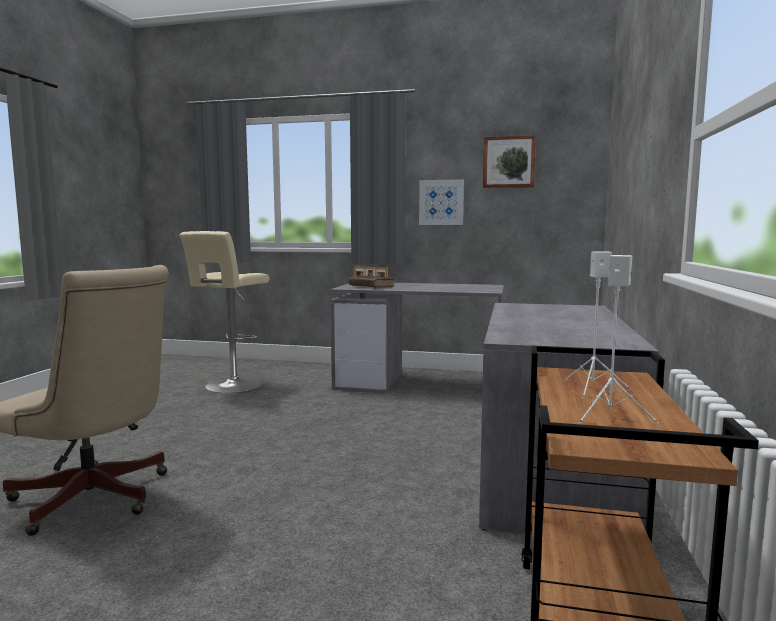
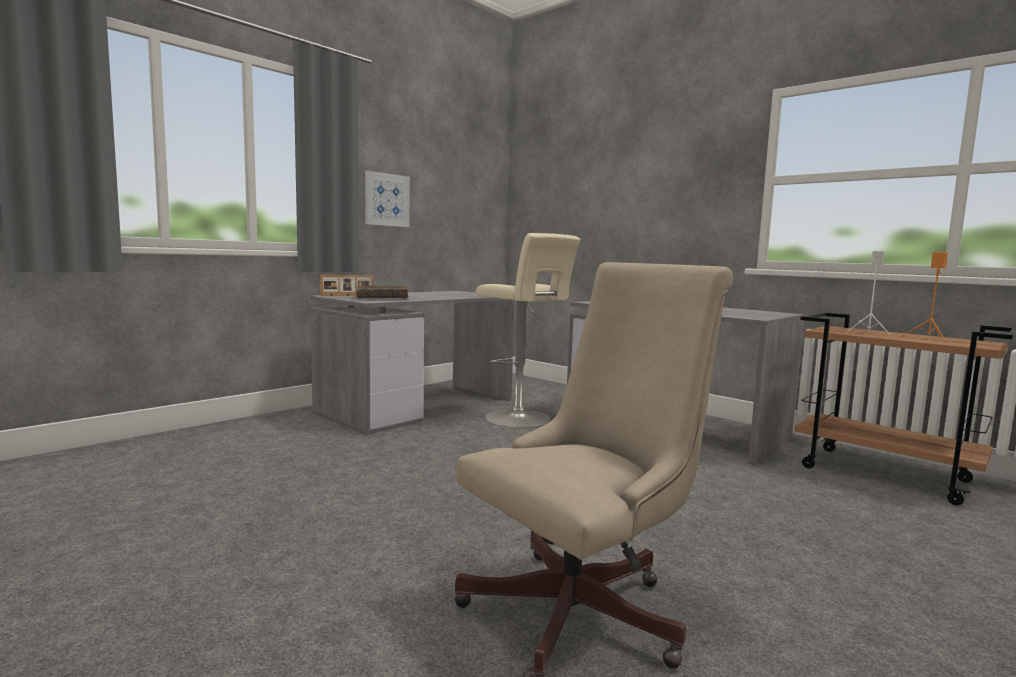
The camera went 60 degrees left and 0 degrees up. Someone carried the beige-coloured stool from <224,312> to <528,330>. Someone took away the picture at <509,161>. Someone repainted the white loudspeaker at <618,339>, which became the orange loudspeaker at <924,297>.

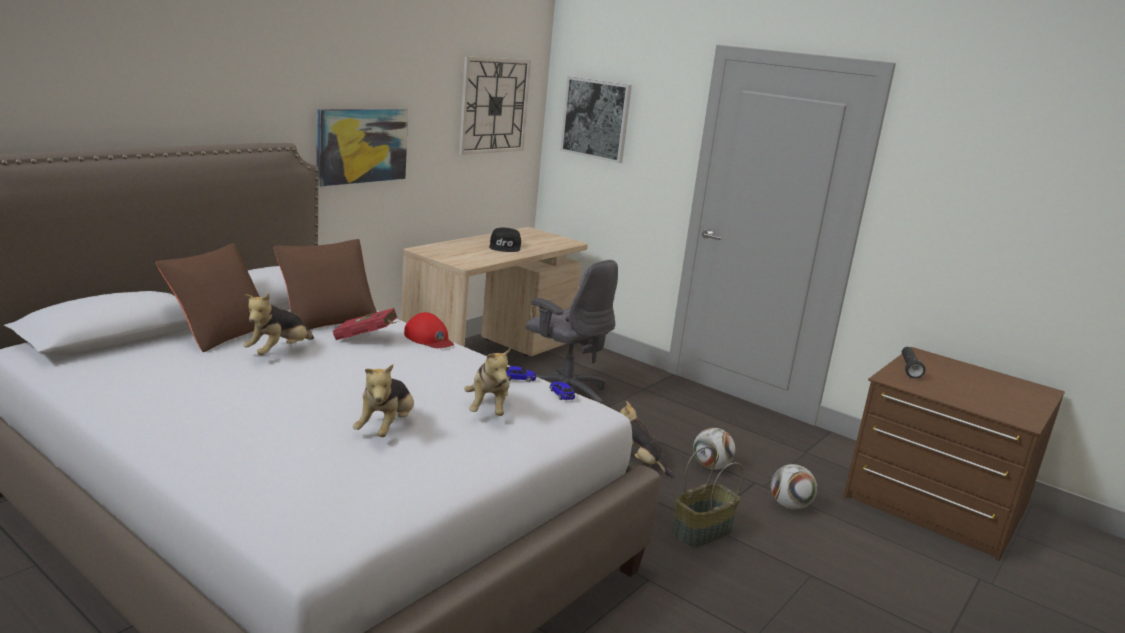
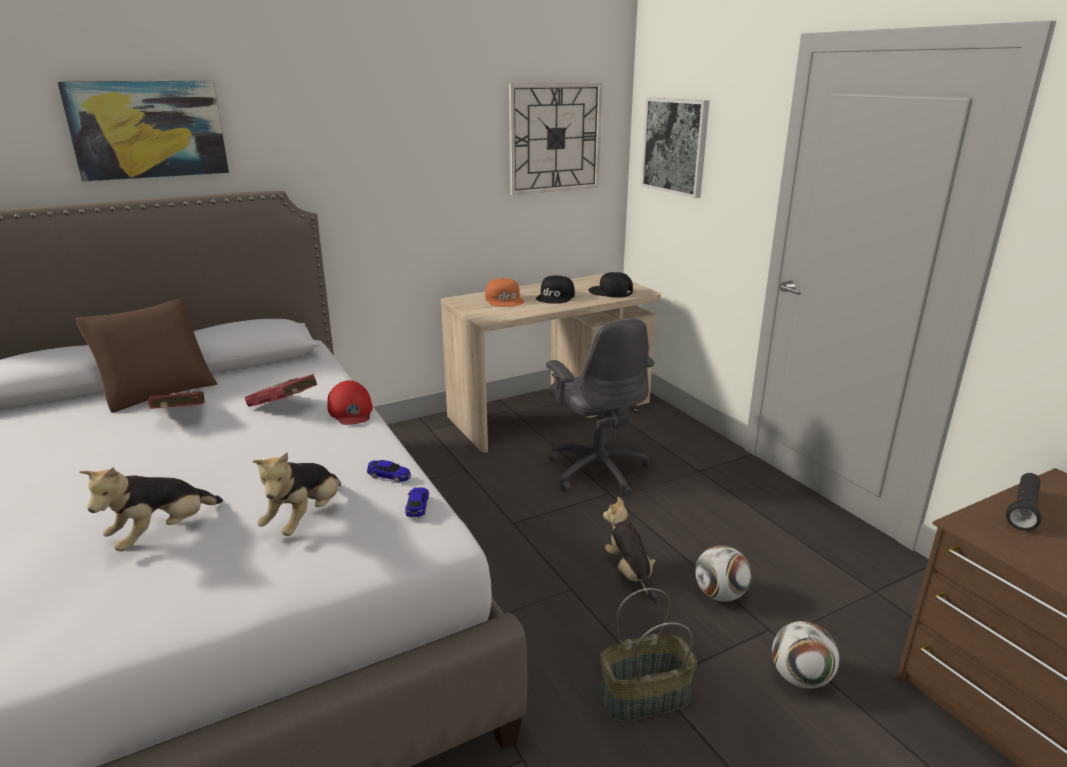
The camera went 25 degrees right and 5 degrees up. Someone swapped the plush toy at <278,324> for the reddish volume at <176,400>. Someone took away the brown throw pillow at <325,284>. Someone carried the picture from <362,148> to <143,131>. Someone put down the orange peaked cap at <504,292>. Someone put down the blackish peaked cap at <610,285>.

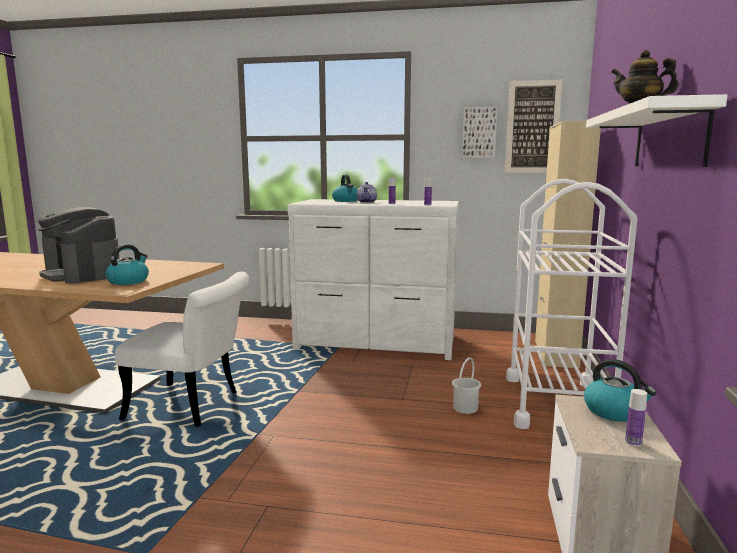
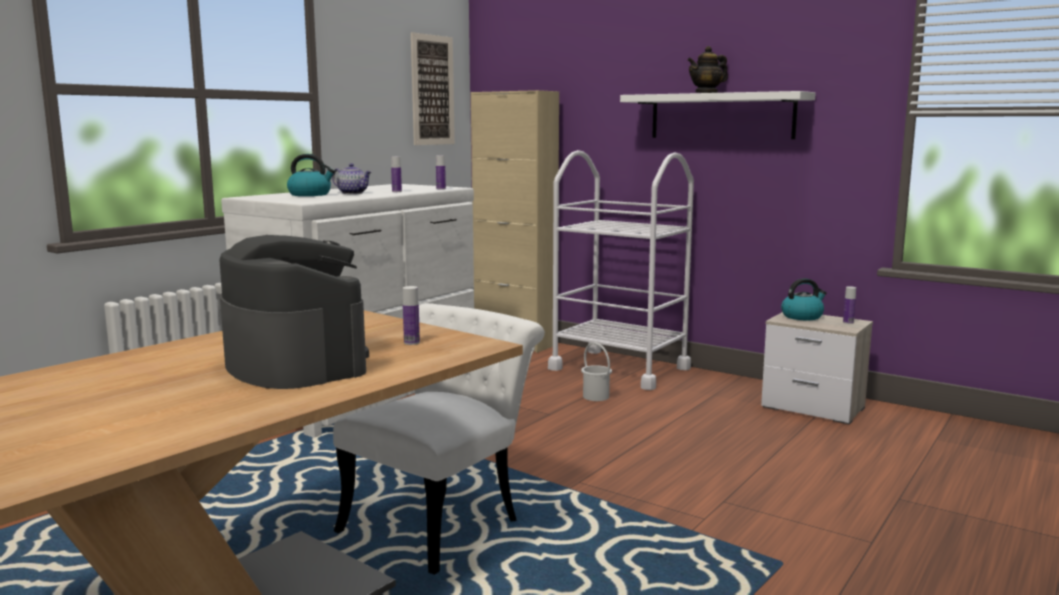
The camera went 65 degrees left and 0 degrees up. Someone rotated the coffee brewer at <79,245> by 105 degrees counterclockwise. Someone swapped the tea kettle at <127,264> for the beverage bottle at <411,315>. Someone took away the picture at <479,132>.

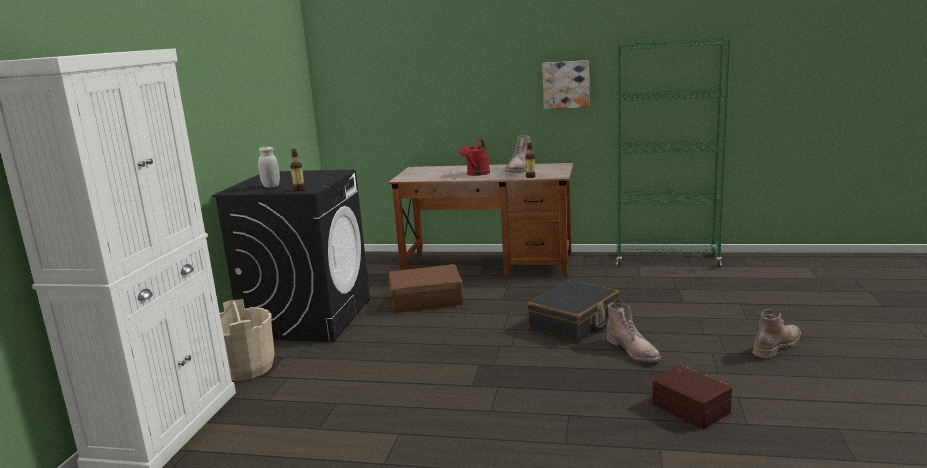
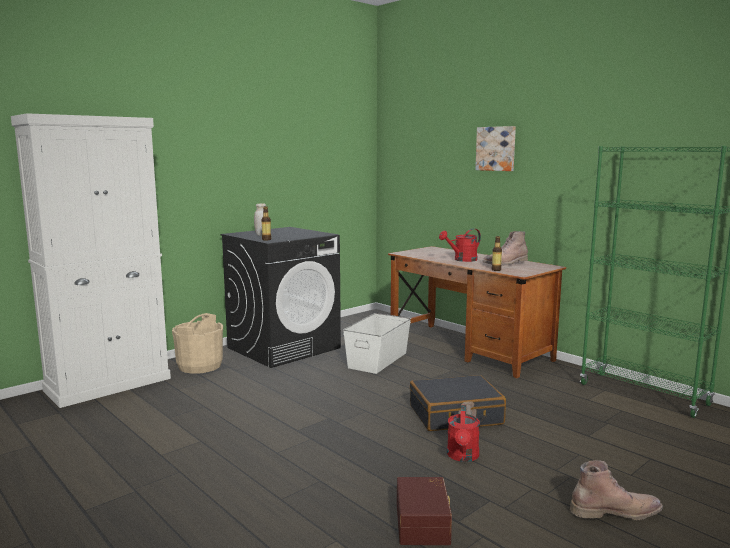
The camera went 35 degrees right and 5 degrees down. Someone swapped the brown piece of luggage at <426,288> for the white storage container at <377,343>. Someone carried the picture from <565,84> to <495,148>. Someone swapped the brown tall boot at <634,332> for the reddish watering can at <463,433>.

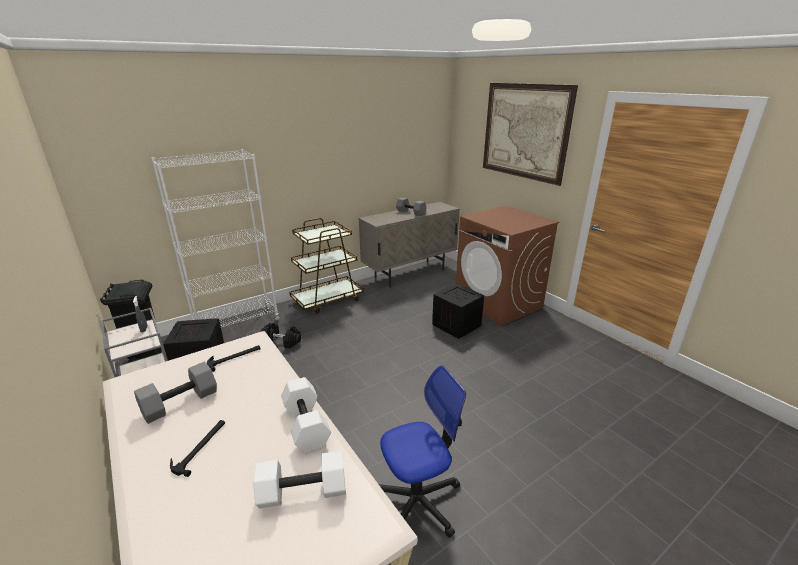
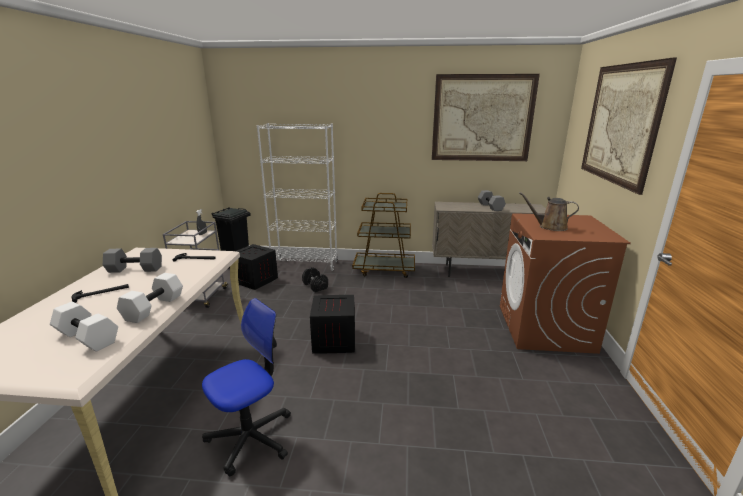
The camera went 40 degrees right and 5 degrees down. Someone rotated the computer chair at <422,452> by 60 degrees counterclockwise. Someone carried the packing crate from <458,311> to <332,324>. Someone put up the picture at <486,117>. Someone put down the brown watering can at <549,211>.

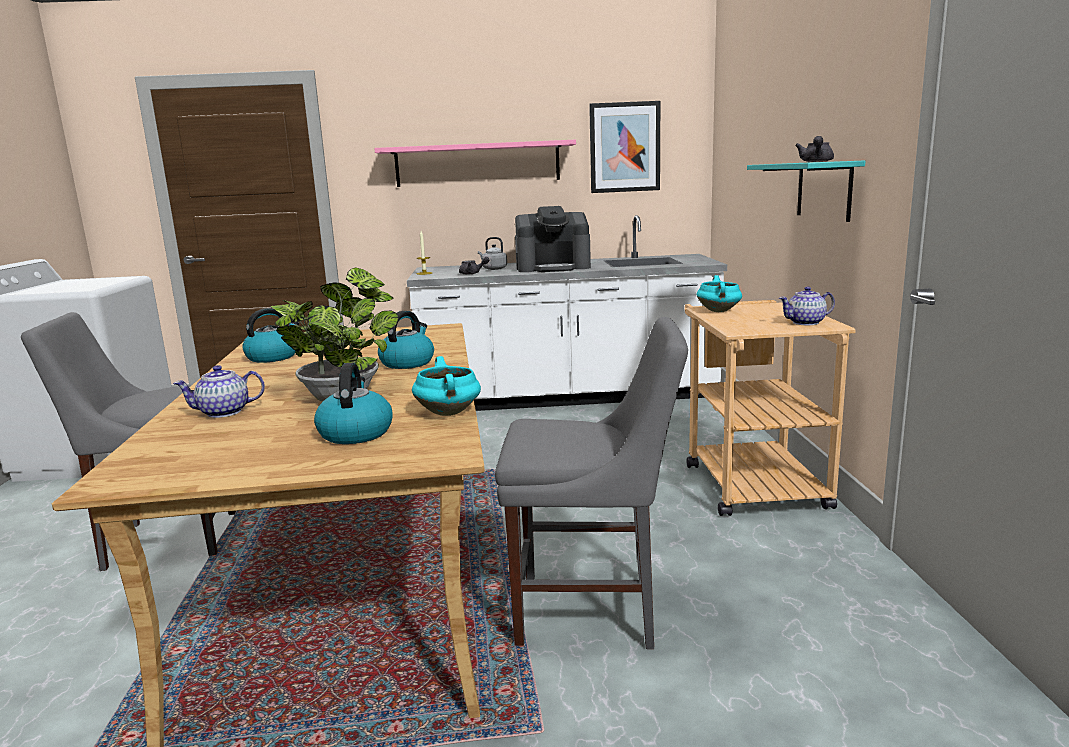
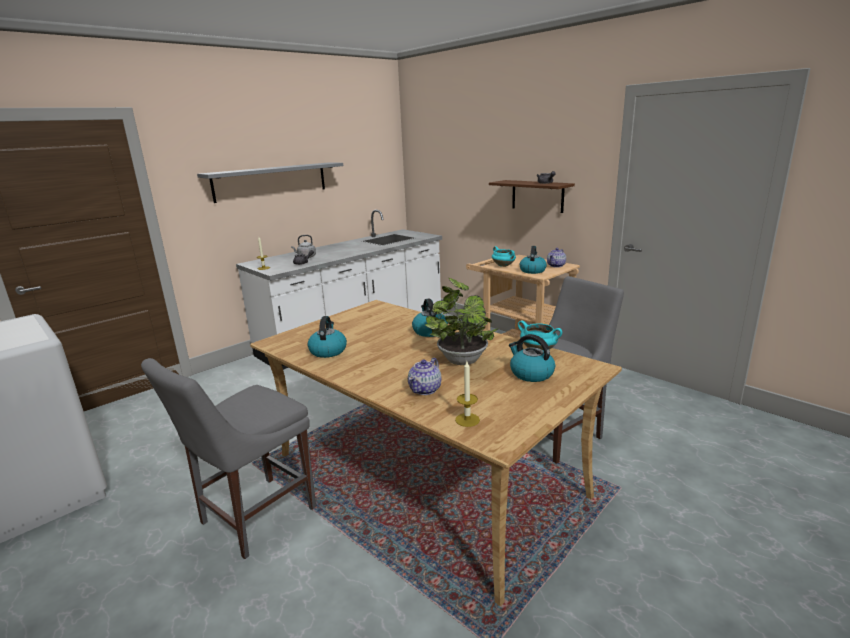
The camera went 40 degrees left and 5 degrees up. Someone repainted the pink shelf at <475,163>, which became the greyish shelf at <270,182>. Someone took away the coffee brewer at <553,239>. Someone took away the picture at <624,147>. Someone repainted the blue-green shelf at <806,191>, which became the brown shelf at <532,196>. Someone put down the wax candle at <467,394>. Someone put down the tea kettle at <533,260>.

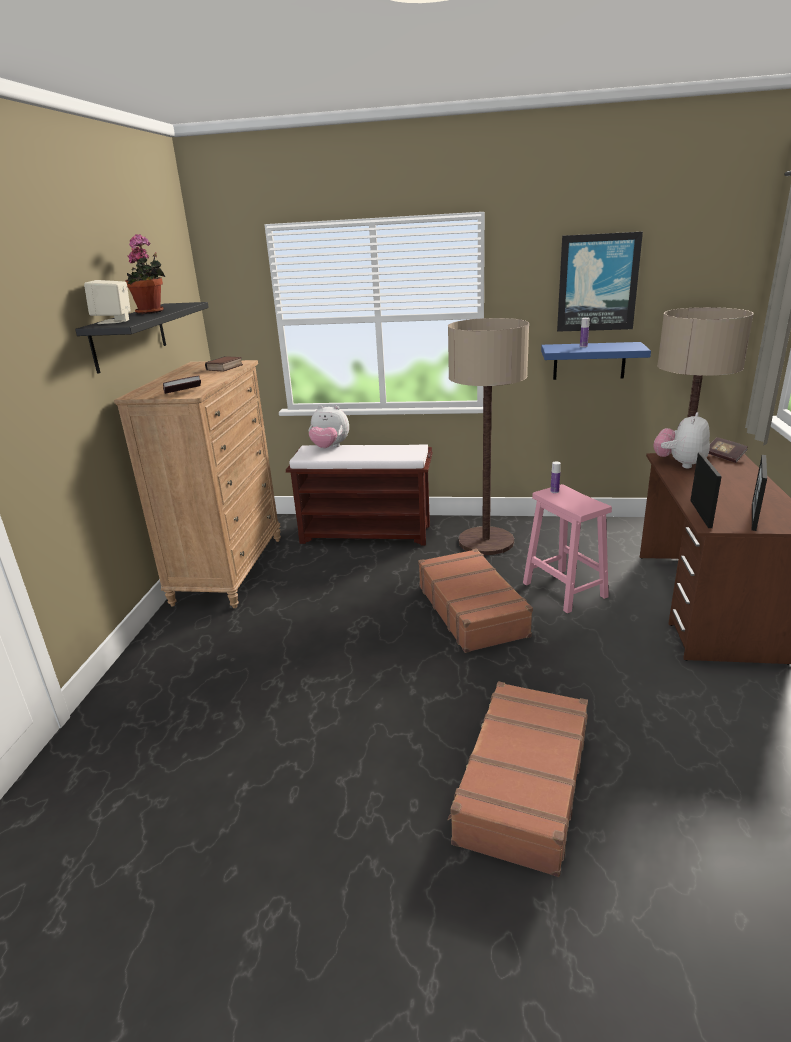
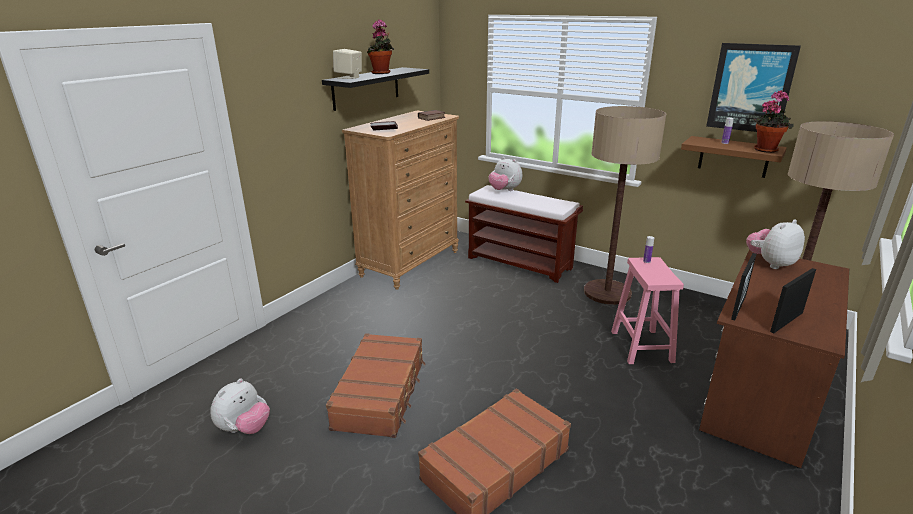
The camera went 25 degrees right and 0 degrees up. Someone carried the brown piece of luggage from <475,601> to <376,385>. Someone repainted the bluish shelf at <596,361>, which became the brown shelf at <734,157>. Someone took away the volume at <728,450>. Someone put down the plush toy at <240,406>. Someone put down the houseplant at <773,121>.

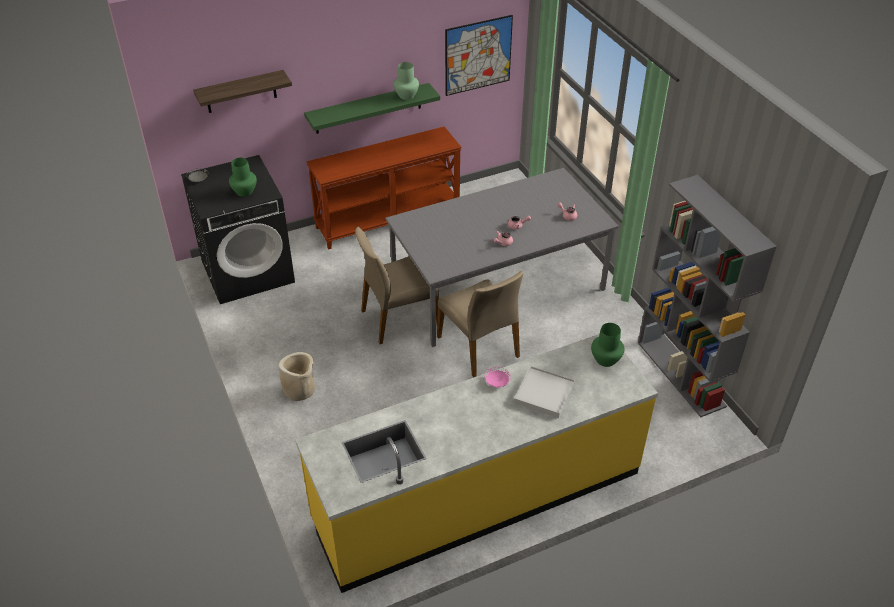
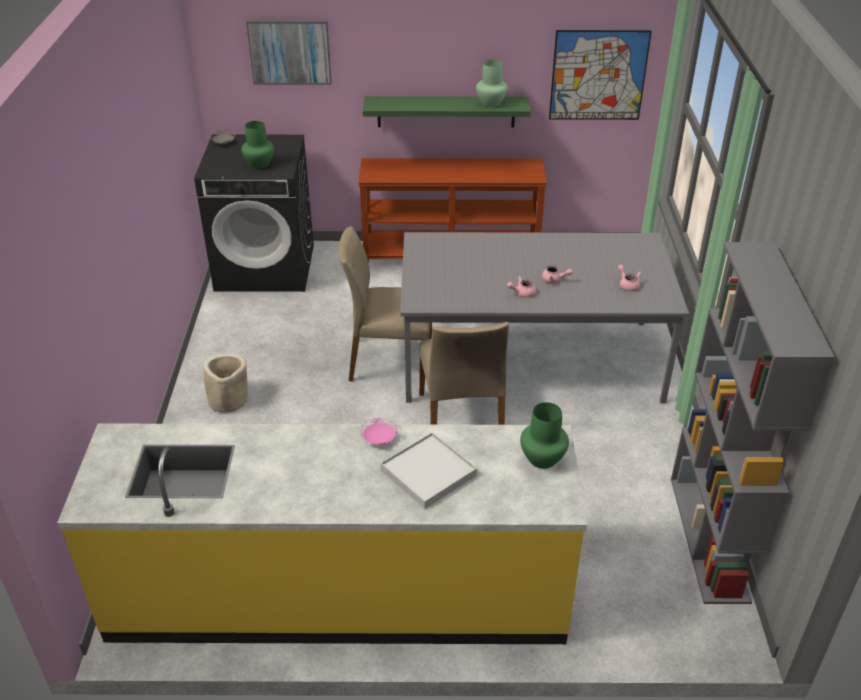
The camera went 25 degrees right and 5 degrees down. Someone swapped the shelf at <242,91> for the picture at <289,52>.

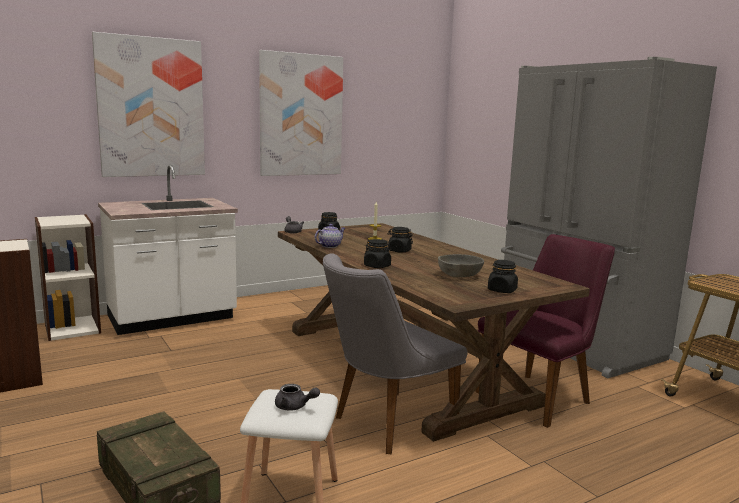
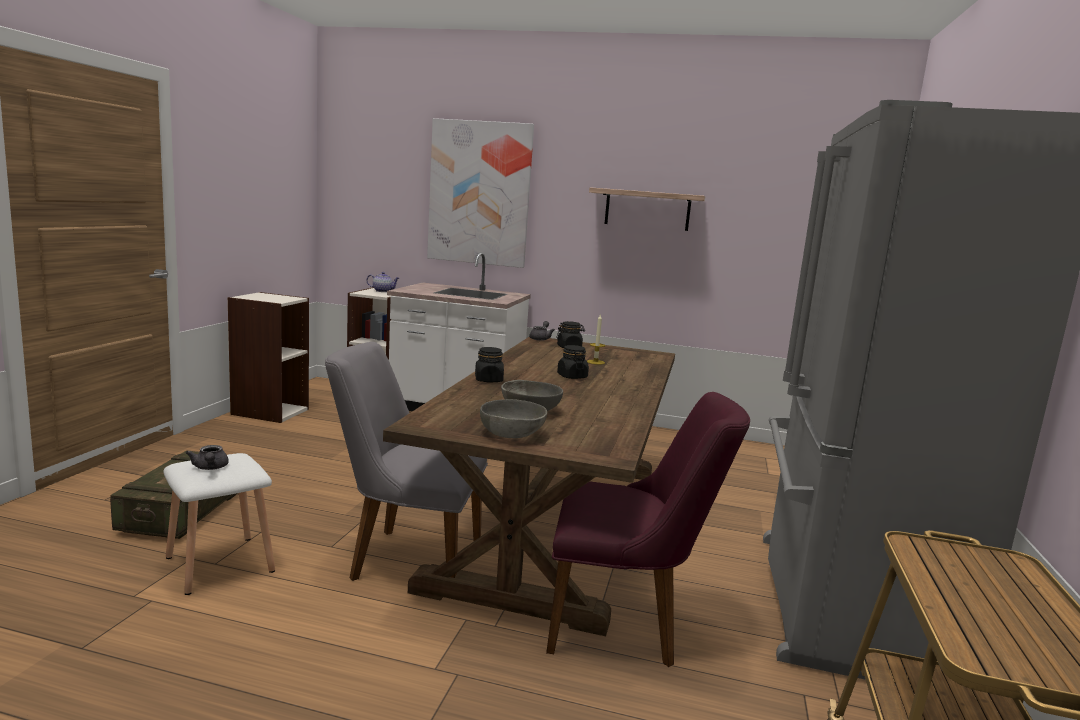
The camera went 45 degrees right and 0 degrees up. Someone swapped the picture at <301,113> for the shelf at <647,209>. Someone carried the teapot from <330,236> to <383,282>. Someone swapped the blackish jar at <503,276> for the greyish deep dish at <513,418>.

